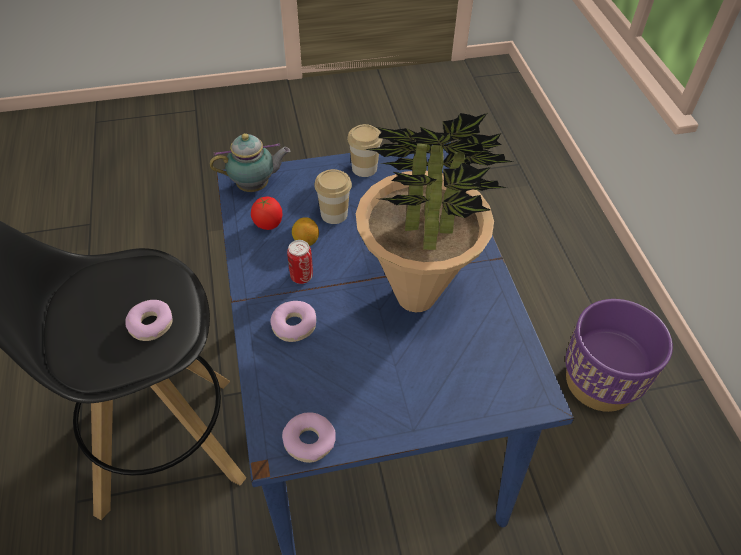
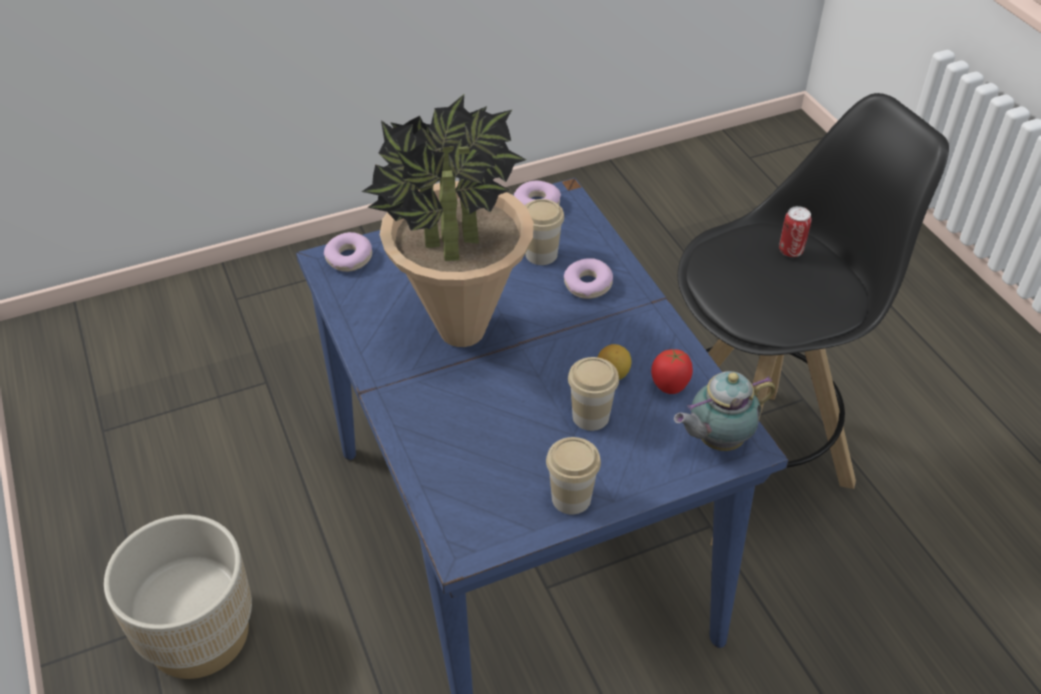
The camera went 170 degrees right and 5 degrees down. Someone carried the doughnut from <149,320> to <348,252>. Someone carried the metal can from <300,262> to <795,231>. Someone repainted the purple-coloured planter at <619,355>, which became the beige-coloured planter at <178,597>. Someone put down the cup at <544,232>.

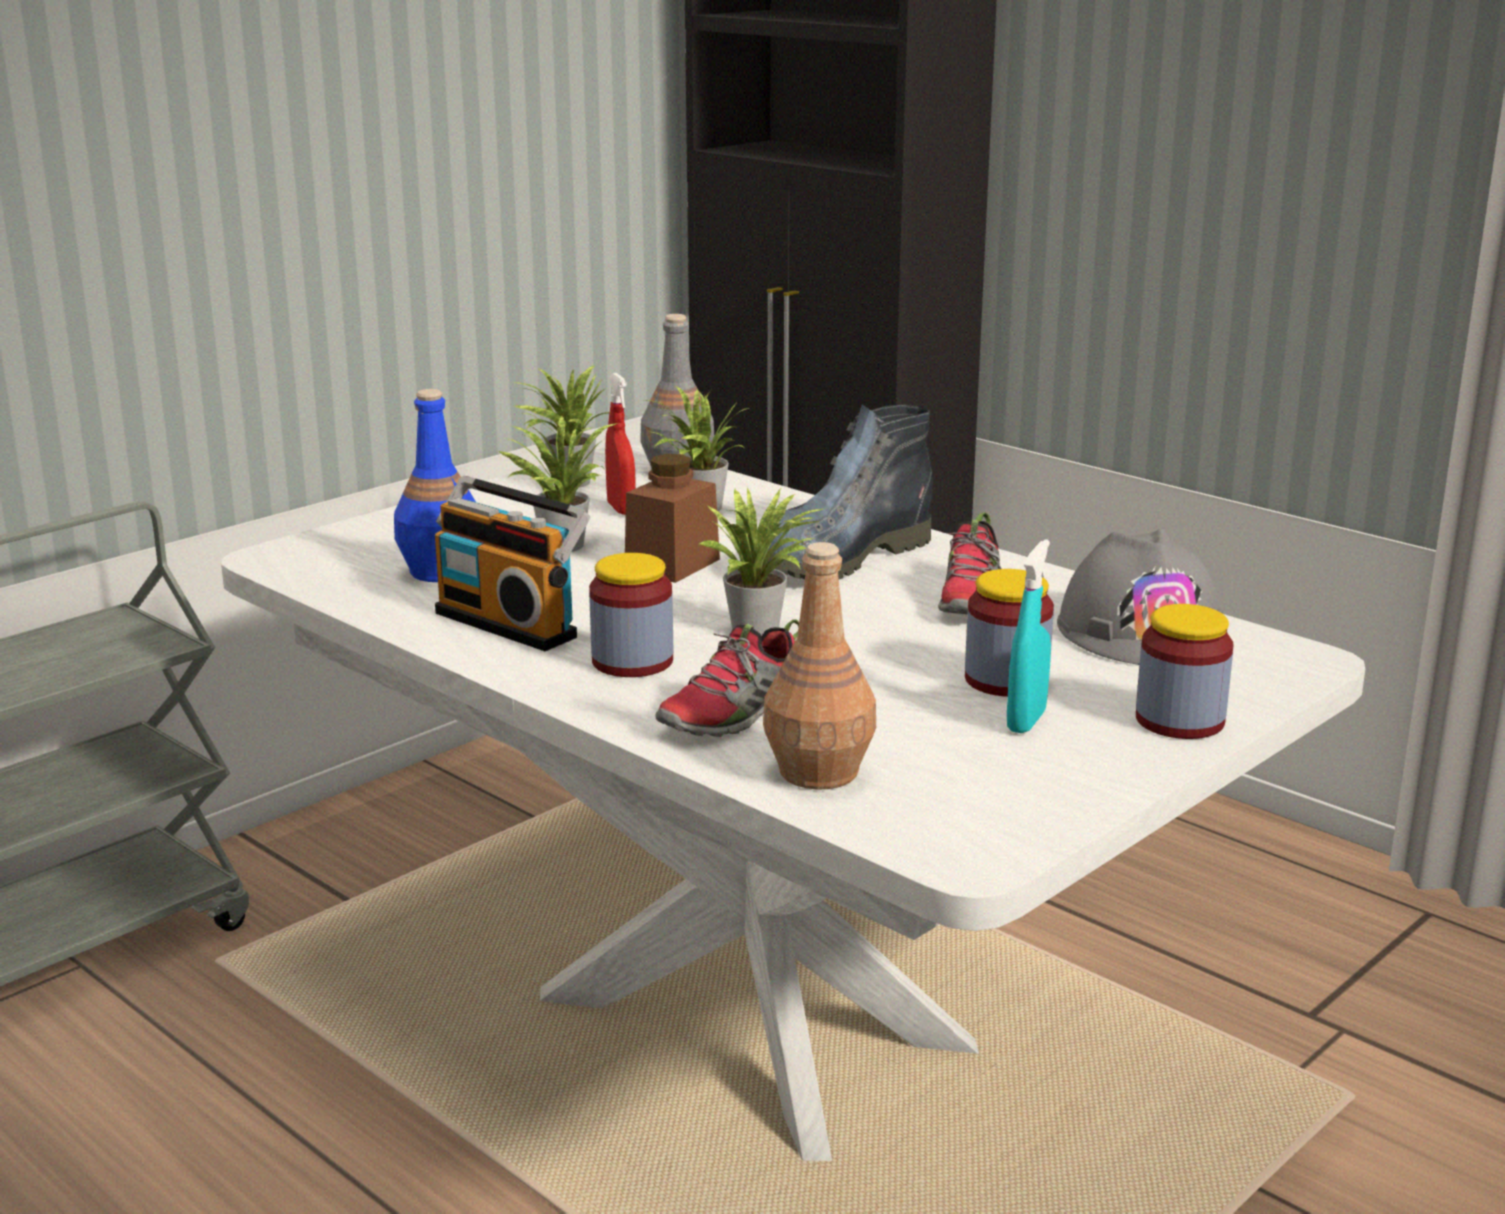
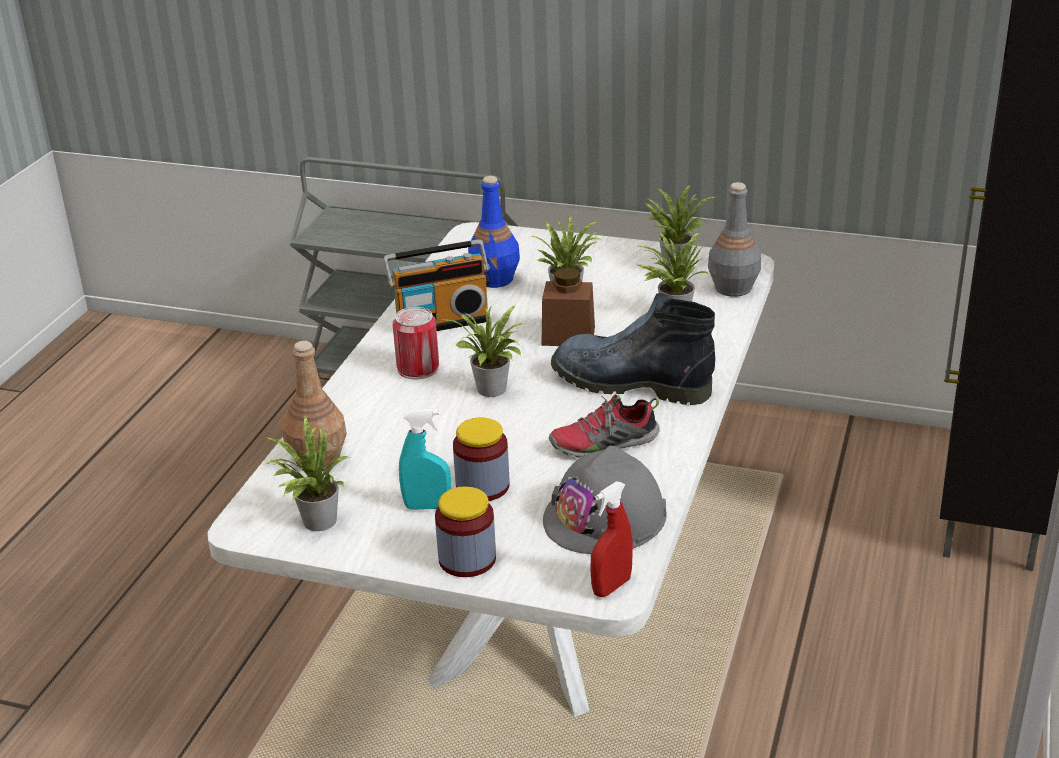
The camera went 65 degrees right and 10 degrees up. Someone rotated the radio receiver at <512,563> by 120 degrees counterclockwise. Someone swapped the jar at <631,615> for the metal can at <416,343>. Someone carried the reddish spray bottle from <620,444> to <611,539>. Someone took away the low shoe at <727,678>. Someone put down the houseplant at <307,473>.

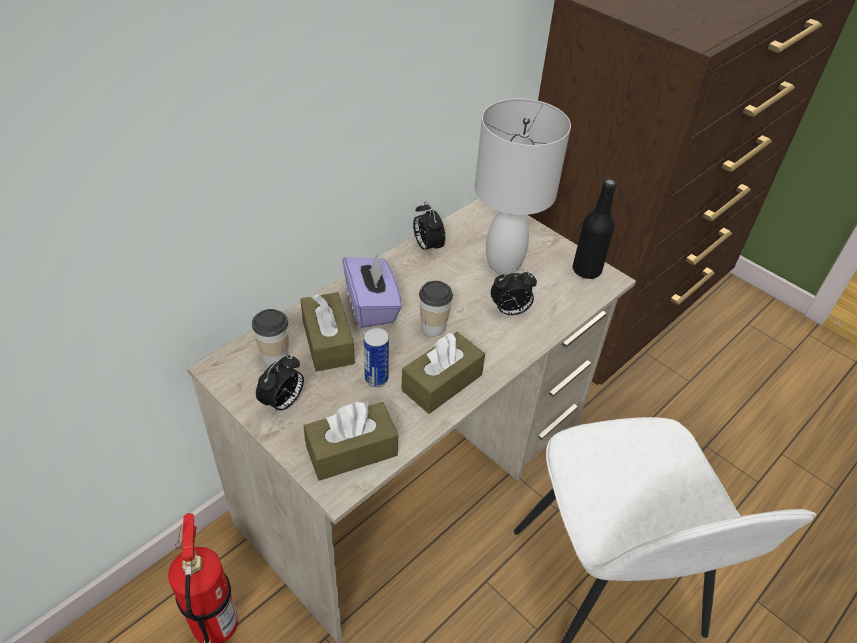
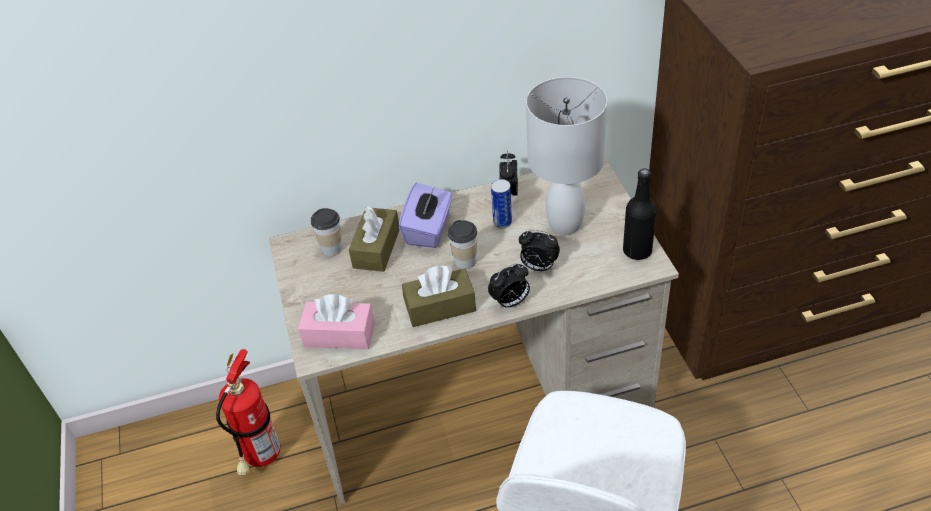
The camera went 35 degrees right and 0 degrees up. Someone carried the table clock from <280,384> to <509,285>. Someone repainted the brown box of tissues at <351,441>, which became the pink box of tissues at <336,321>. Someone carried the metal can from <376,357> to <501,204>.

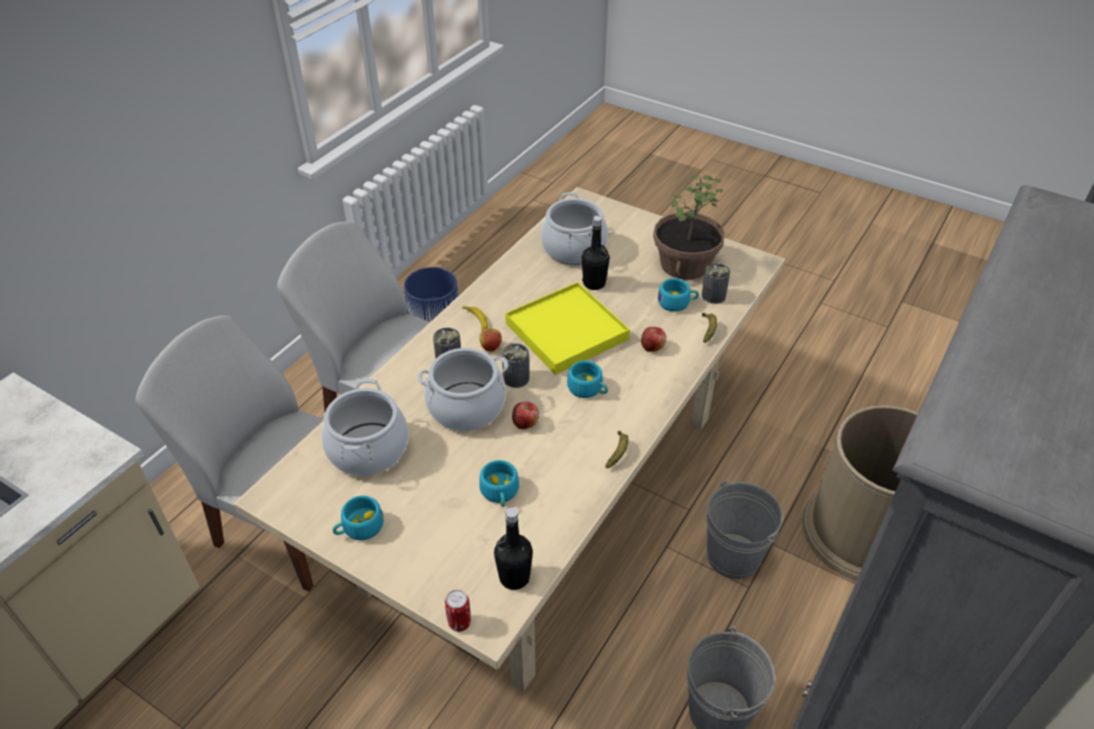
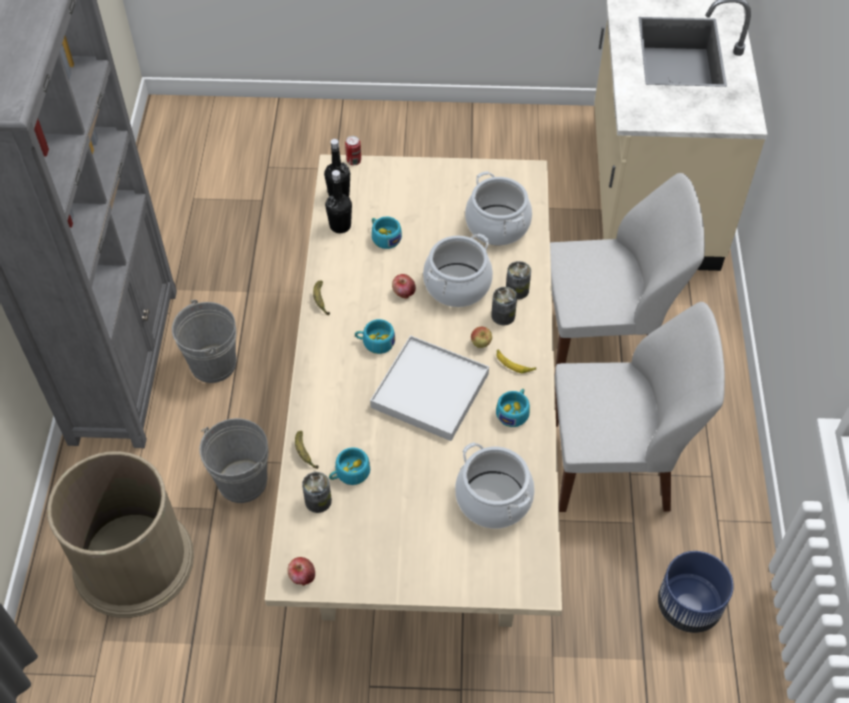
The camera went 150 degrees right and 10 degrees up. Someone carried the blue-green cup from <358,518> to <513,408>. Someone carried the metal can from <515,365> to <518,280>. Someone repainted the yellowish tray at <567,328>, which became the white tray at <429,388>. Someone carried the blackish beverage bottle from <596,253> to <338,201>. Someone carried the apple fruit from <653,339> to <301,571>. Someone took away the houseplant at <689,227>.

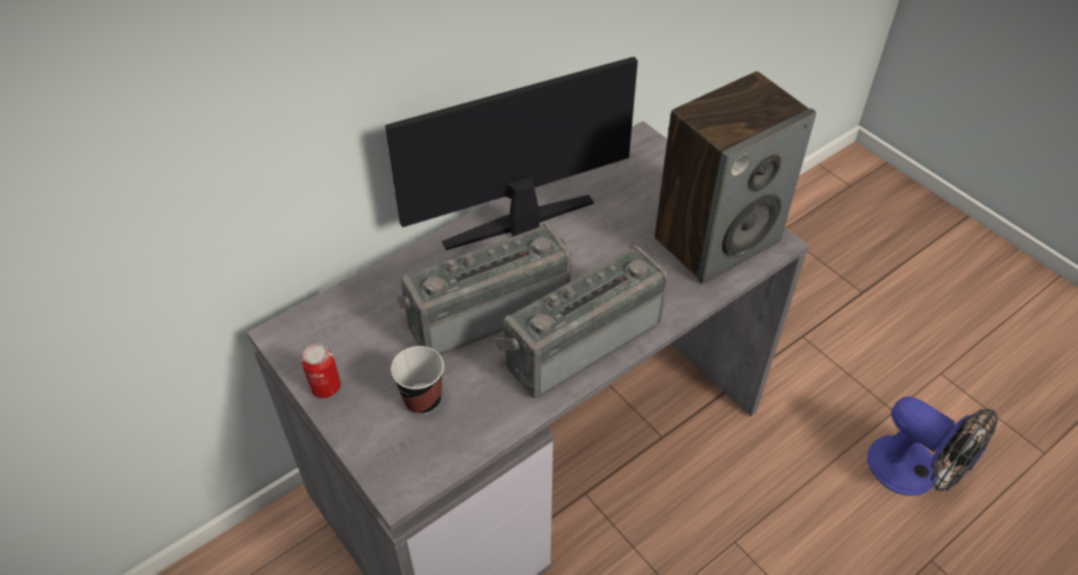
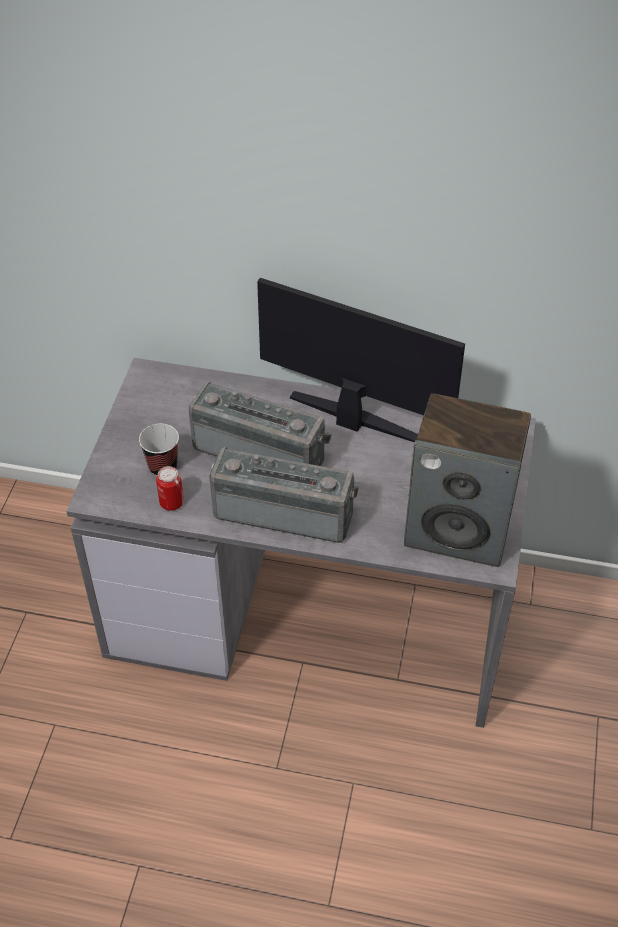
The camera went 50 degrees right and 0 degrees up. Someone carried the metal can from <321,370> to <170,488>. Someone took away the cooling fan at <932,446>.

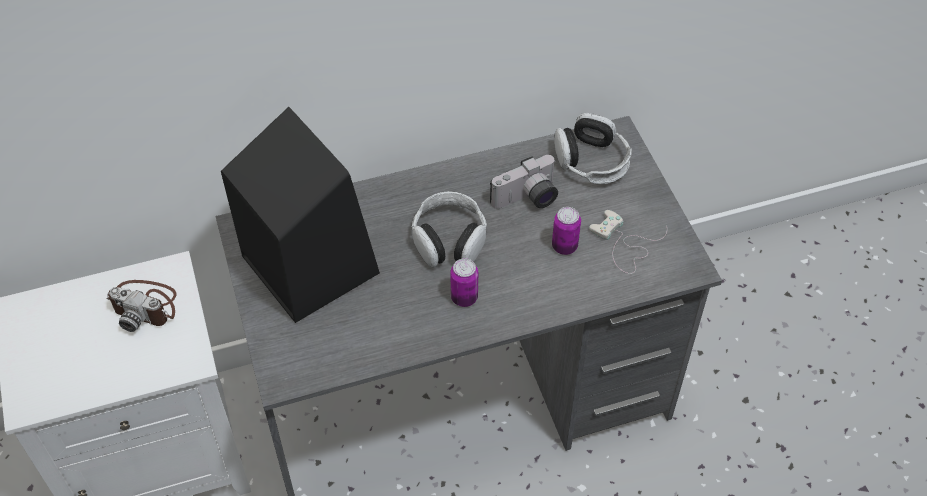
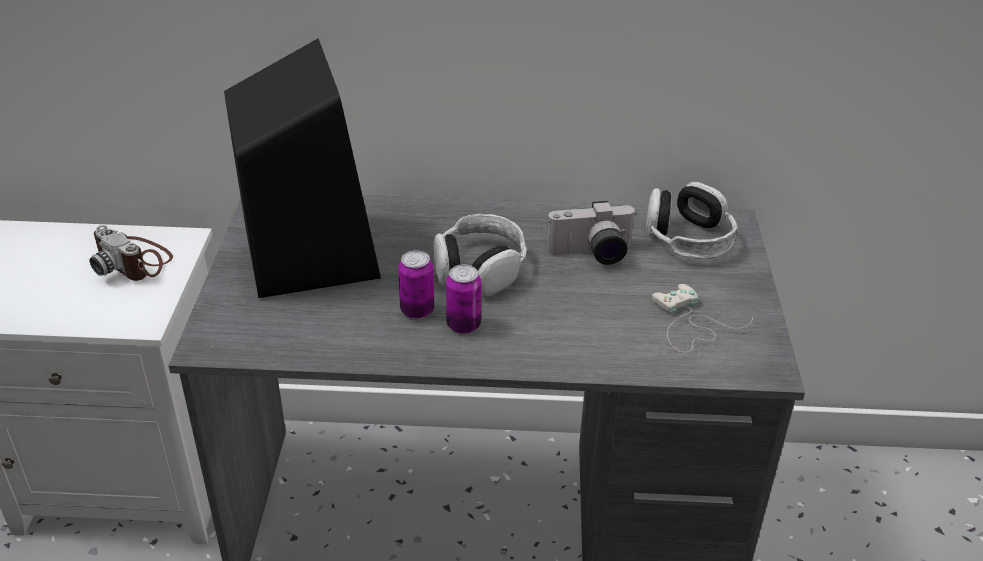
The camera went 20 degrees right and 15 degrees down. Someone carried the metal can from <566,231> to <416,285>.

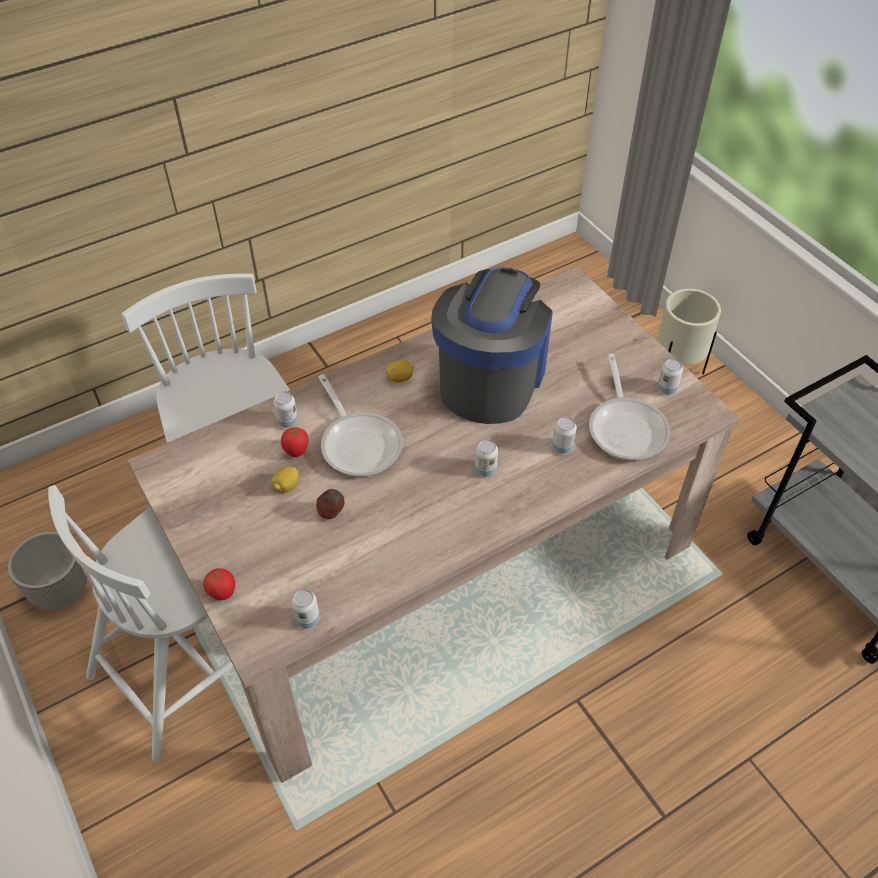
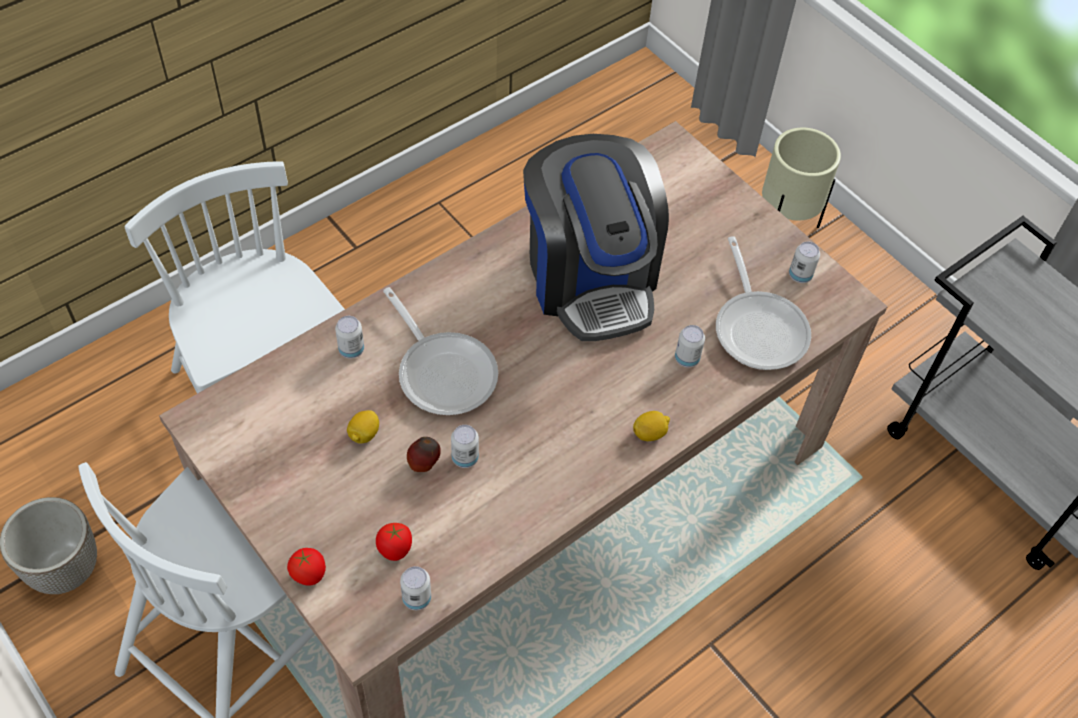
The camera went 10 degrees left and 5 degrees up. Someone carried the fresh tomato from <294,442> to <394,542>. Someone carried the whole lemon from <400,371> to <651,426>. Someone rotated the coffee brewer at <492,345> by 150 degrees clockwise. Someone carried the metal can from <486,458> to <465,446>.

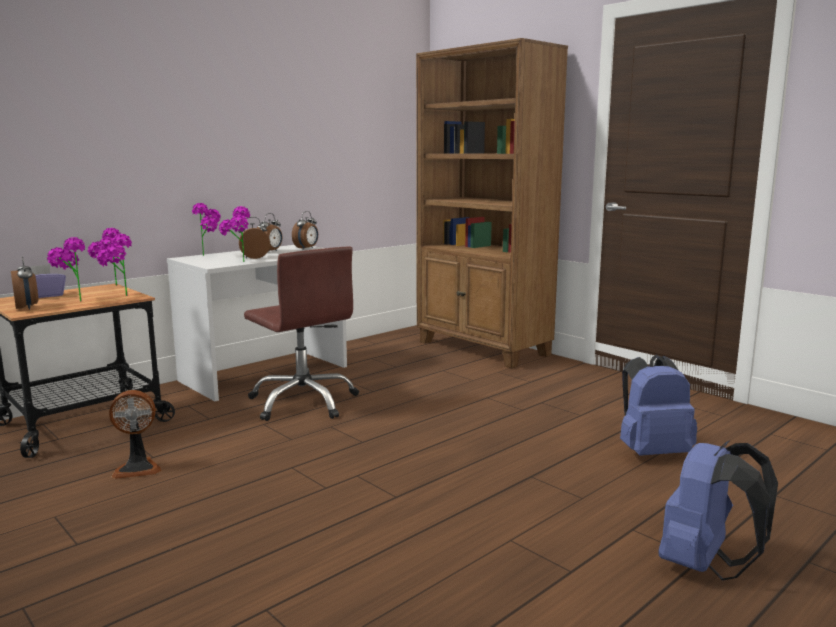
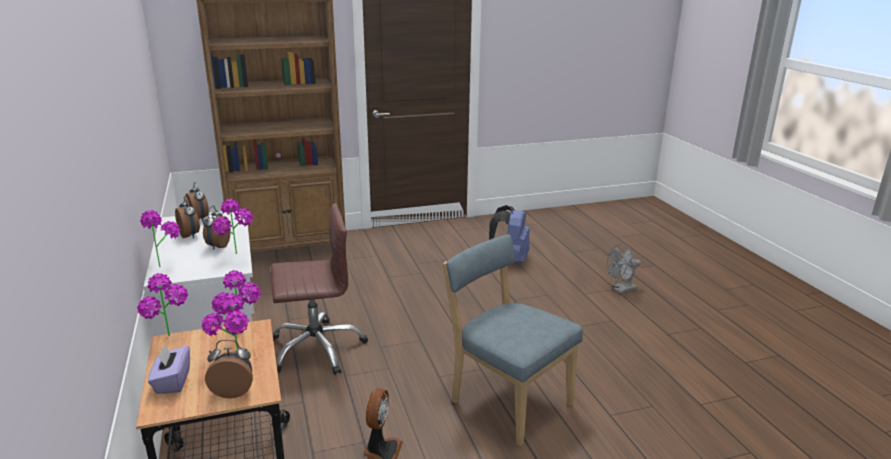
The camera went 65 degrees left and 10 degrees up. Someone swapped the bluish rucksack at <718,510> for the greyish cooling fan at <624,269>. Someone put down the bluish plain chair at <513,340>.

